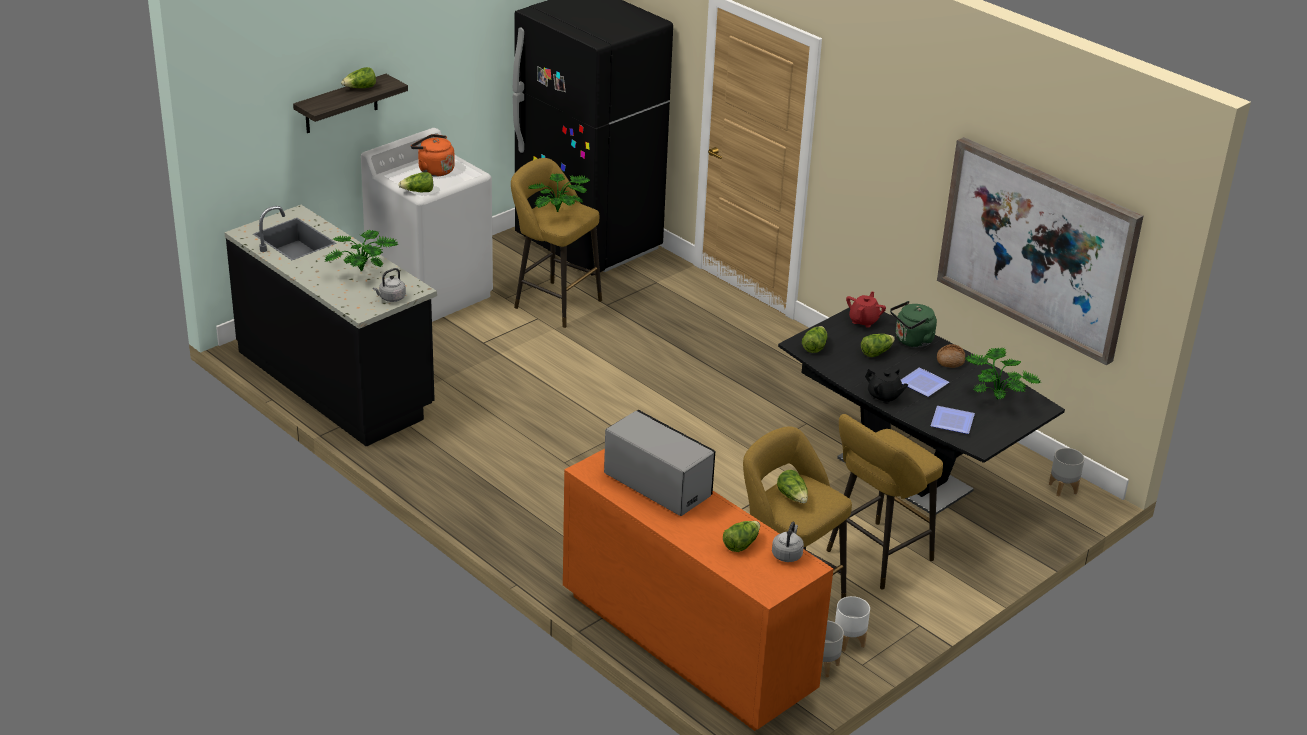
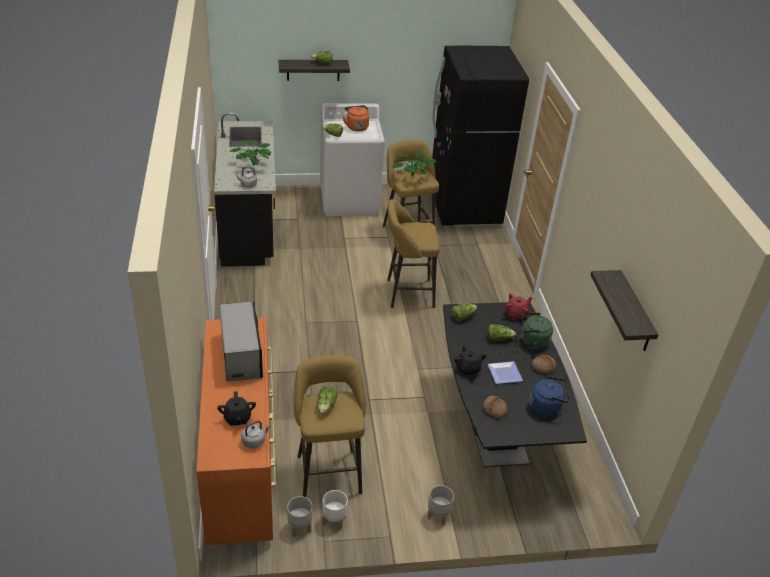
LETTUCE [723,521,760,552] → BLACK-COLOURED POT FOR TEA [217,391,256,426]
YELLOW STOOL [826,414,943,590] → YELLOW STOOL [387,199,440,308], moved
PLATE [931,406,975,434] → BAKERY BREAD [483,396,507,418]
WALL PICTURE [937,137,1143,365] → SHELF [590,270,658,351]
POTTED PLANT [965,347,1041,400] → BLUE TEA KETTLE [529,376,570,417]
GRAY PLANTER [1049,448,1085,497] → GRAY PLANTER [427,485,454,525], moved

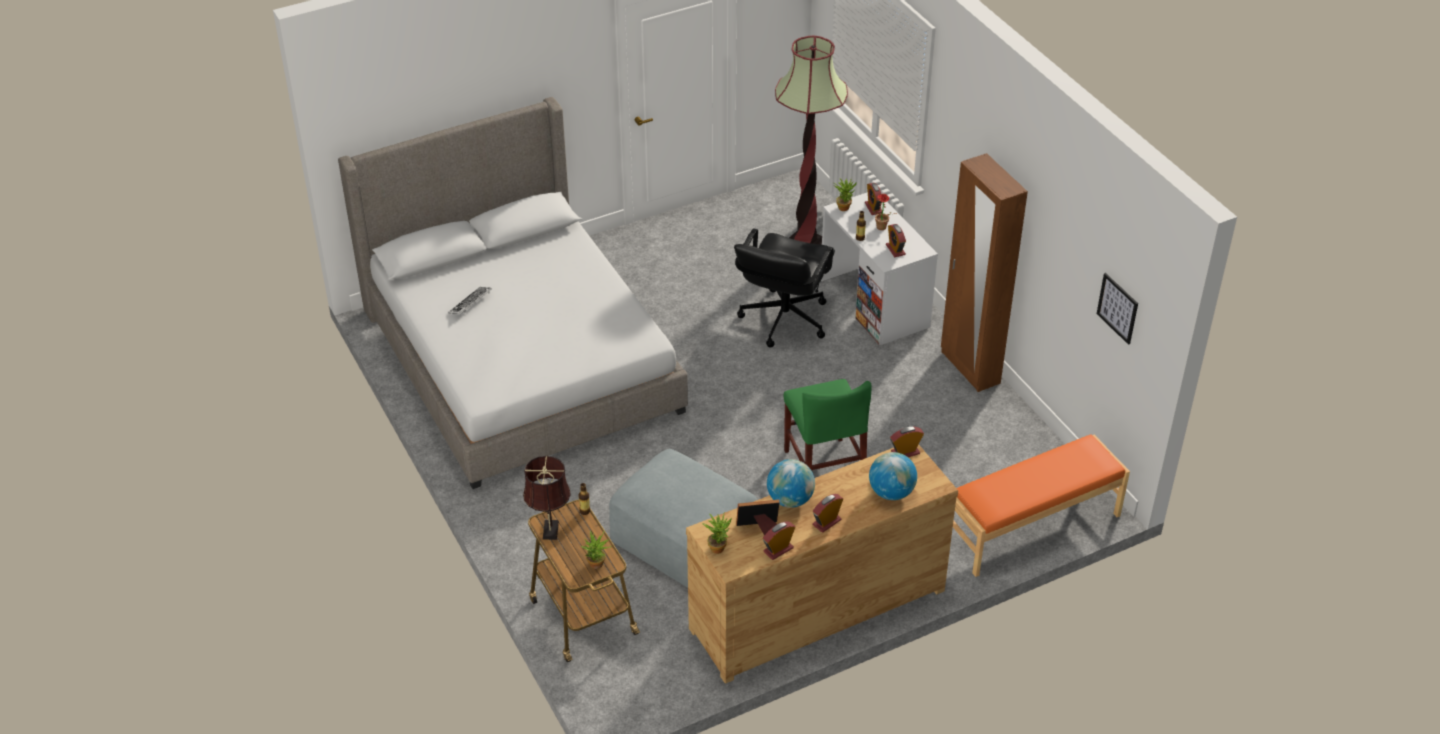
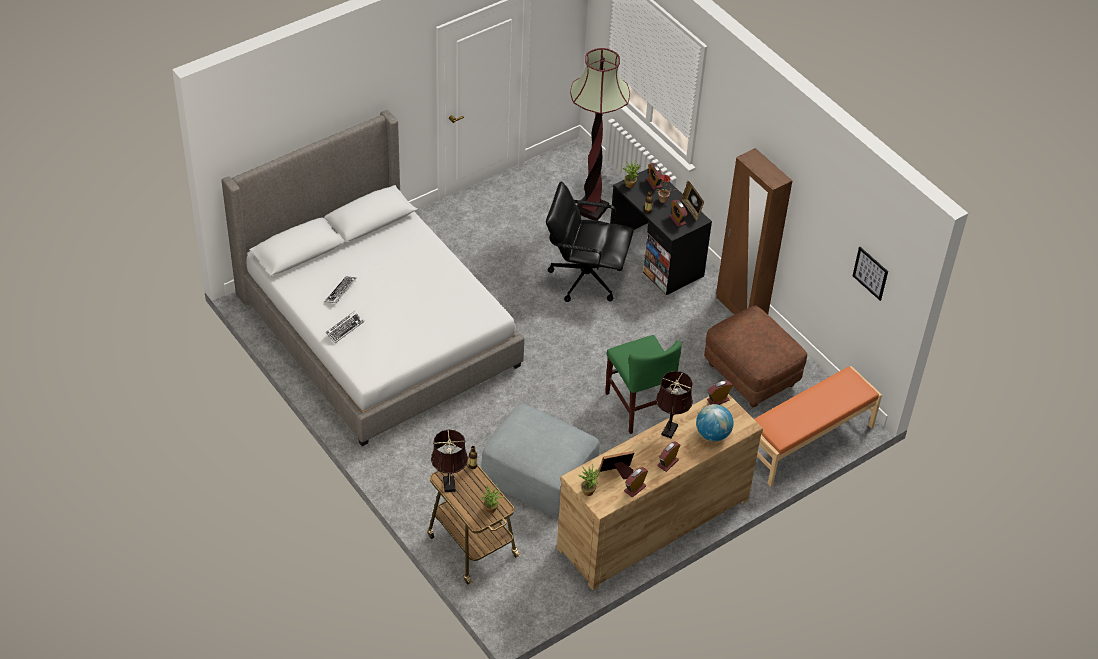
BLACK-COLOURED OFFICE CHAIR [734,228,835,347] → BLACK-COLOURED OFFICE CHAIR [546,182,634,302], 90 degrees clockwise
DESK GLOBE [767,459,815,508] → -
WHITE DESK [821,192,938,345] → BLACK-COLOURED DESK [610,168,712,295]
- → KEYBOARD [326,311,364,343]
- → BROWN-COLOURED TABLE LAMP [656,371,693,439]
- → STANDING FRAME [681,181,704,221]
- → BROWN-COLOURED OTTOMAN [704,305,807,408]

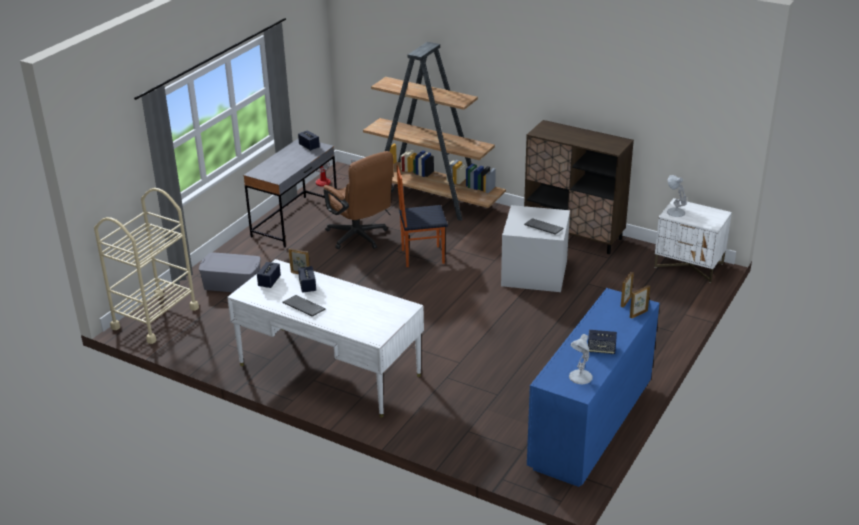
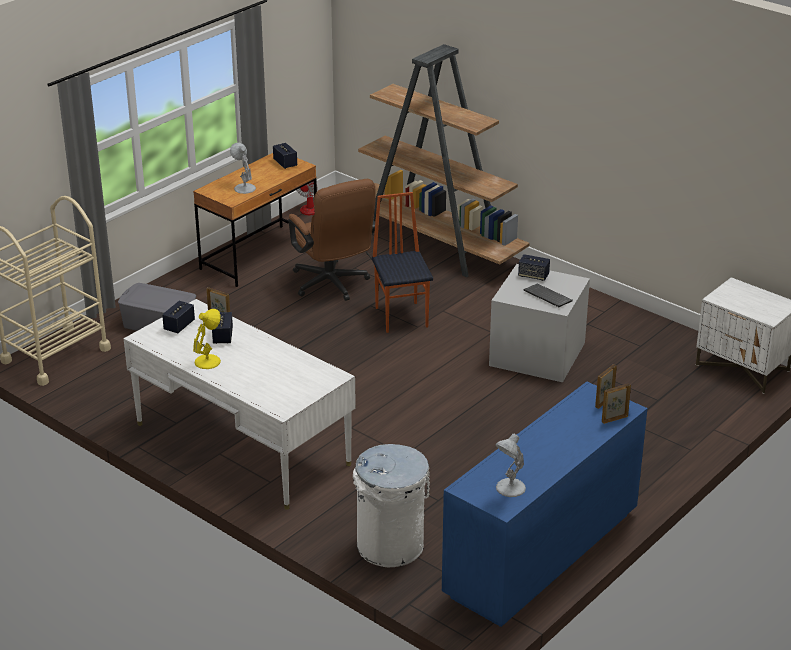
GRAY DESK [243,139,337,248] → BROWN-COLOURED DESK [193,153,317,287]
KEYBOARD [283,295,326,317] → YELLOW TABLE LAMP [193,309,221,369]
UPRIGHT CHAIR [397,165,448,267] → UPRIGHT CHAIR [372,192,433,333], 75 degrees clockwise
BROWN-COLOURED CABINET [524,120,634,254] → -
AUDIO SPEAKER [588,330,617,354] → AUDIO SPEAKER [518,254,550,281], moved
WHITE TABLE LAMP [667,175,687,217] → WHITE TABLE LAMP [230,143,256,194], moved
- → WHITE TRASH CAN [353,444,430,567]

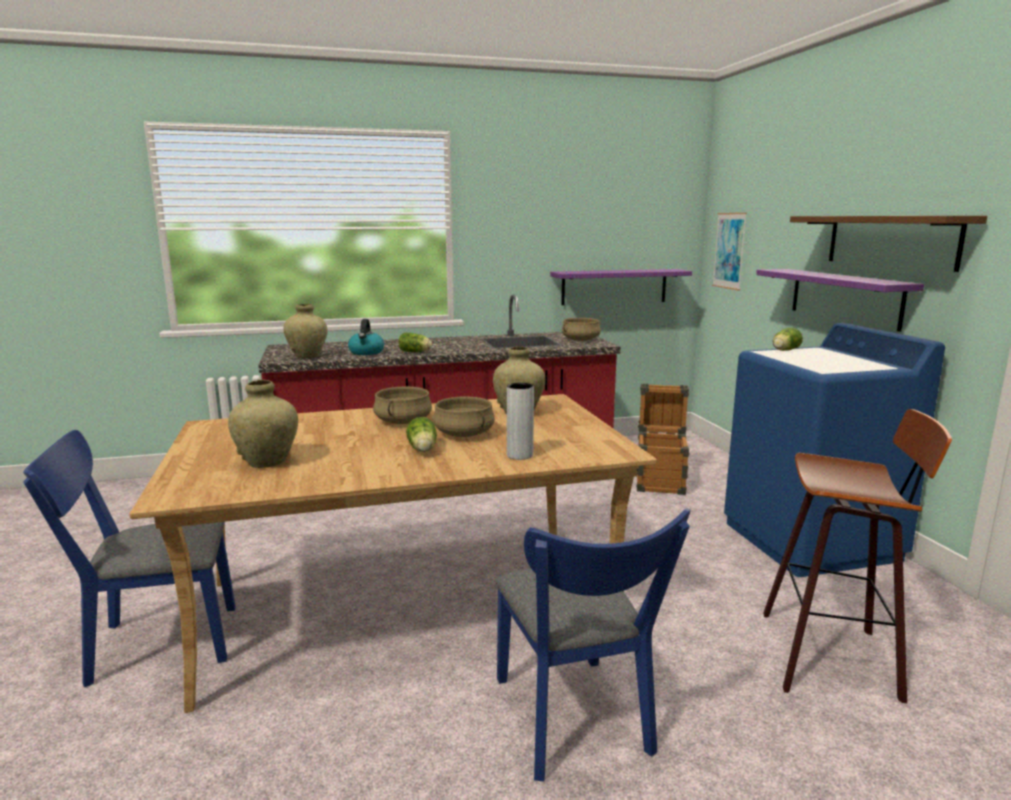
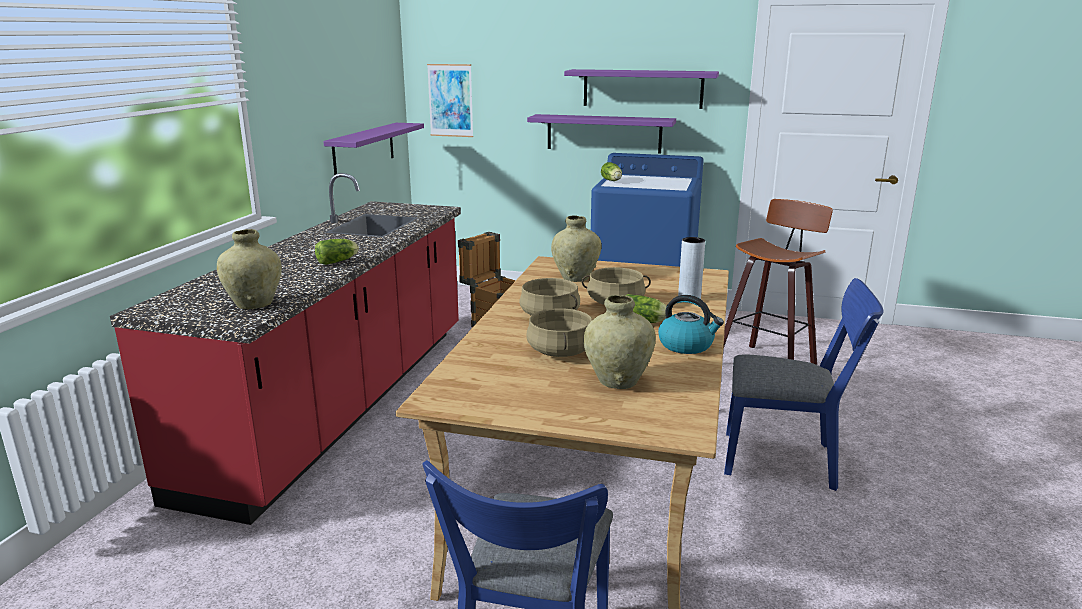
TEA KETTLE [348,319,384,355] → TEA KETTLE [658,295,724,354], moved
BEIGE-COLOURED SAUCEPOT [562,318,601,341] → BEIGE-COLOURED SAUCEPOT [527,308,592,357], moved
BROWN-COLOURED SHELF [790,216,987,272] → PURPLE SHELF [564,69,719,109]

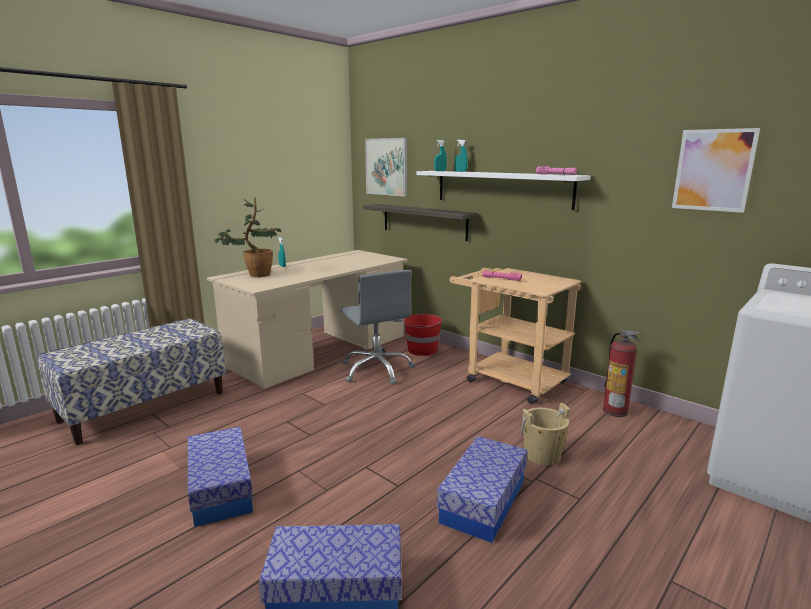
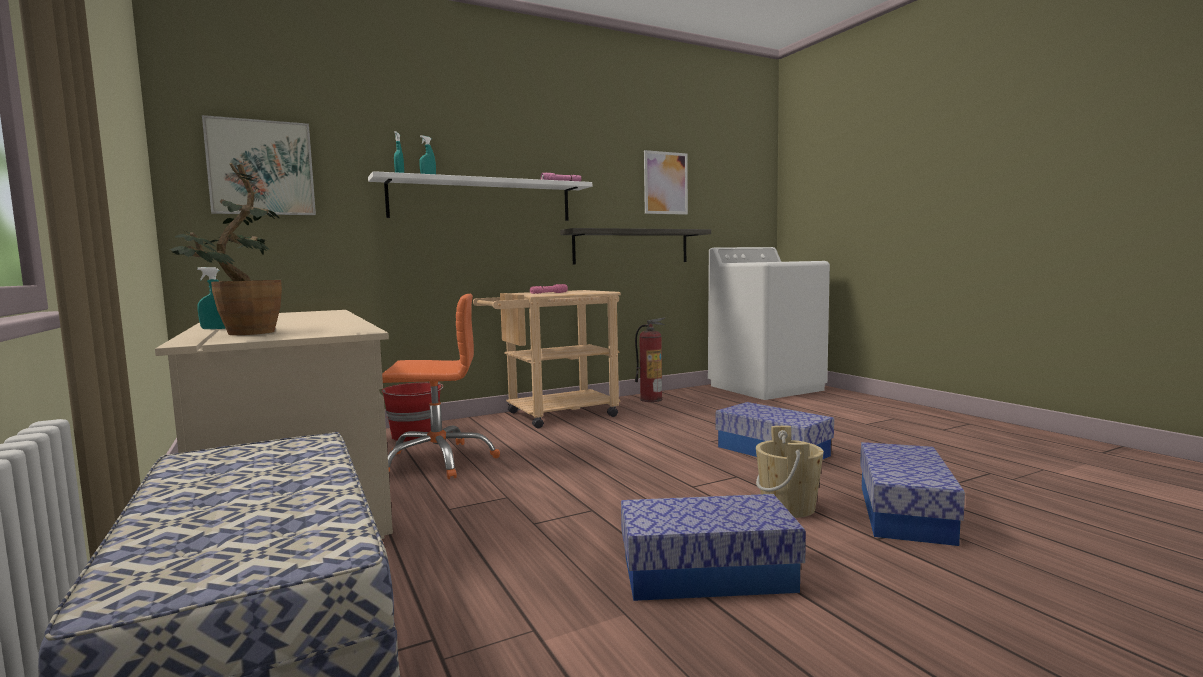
GRAY OFFICE CHAIR [341,270,415,385] → ORANGEY OFFICE CHAIR [382,294,500,479]
SHELF [363,204,478,241] → SHELF [560,228,711,264], moved
BEIGE-COLOURED PAIL [521,403,570,466] → BEIGE-COLOURED PAIL [756,426,824,518], moved

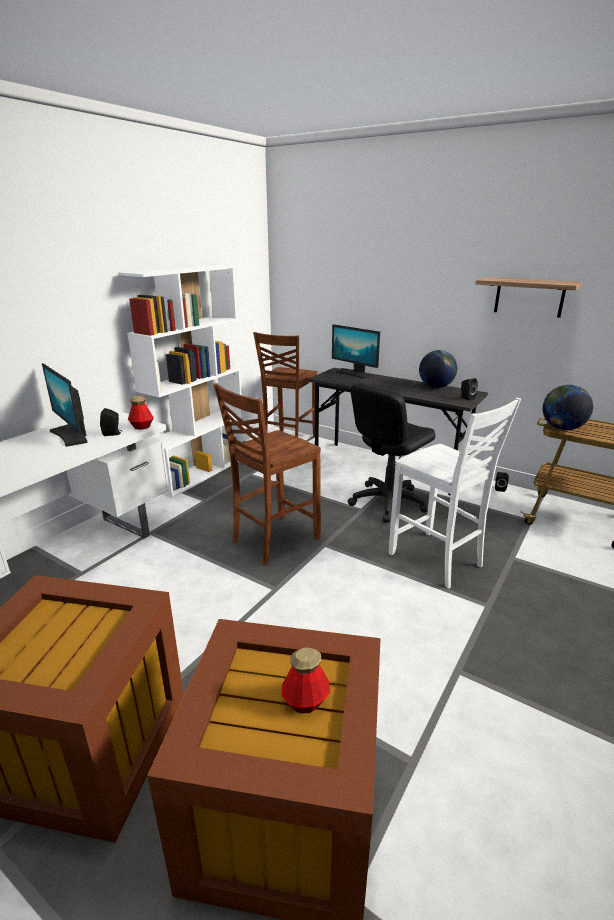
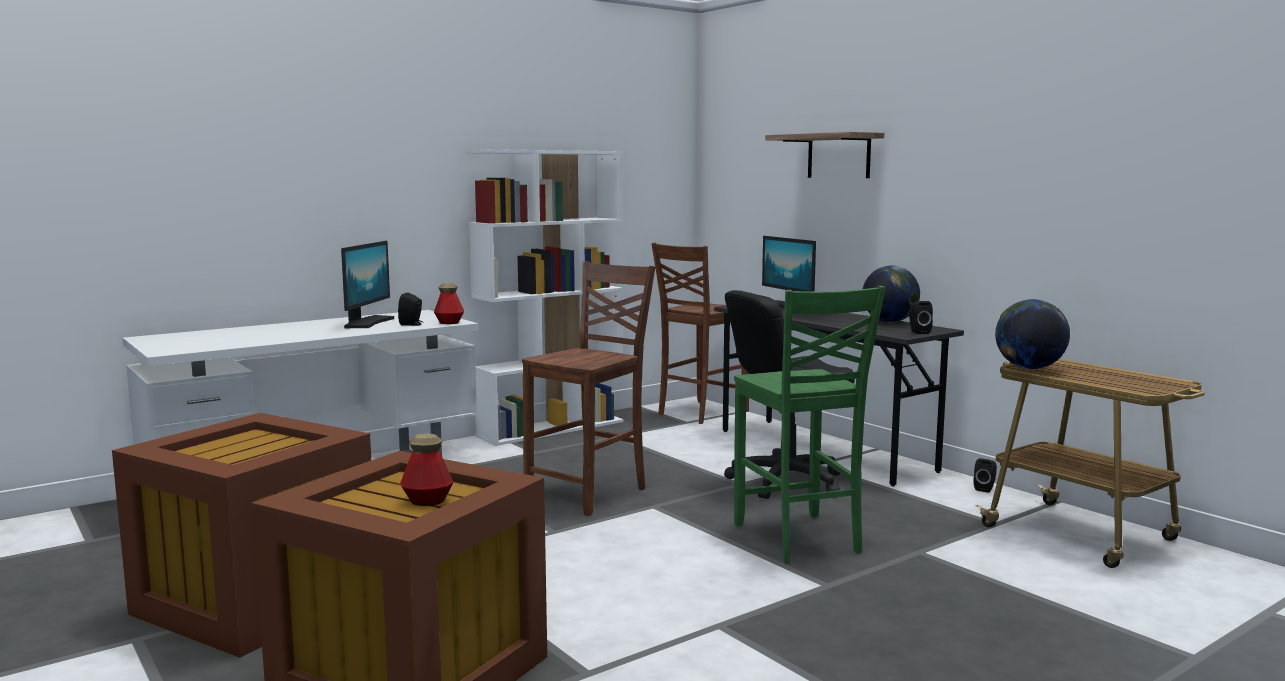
MONITOR [42,363,88,447] → MONITOR [341,241,394,328], 150 degrees counterclockwise
BROWN-COLOURED UPRIGHT CHAIR [213,383,321,564] → BROWN-COLOURED UPRIGHT CHAIR [522,261,655,516], 150 degrees clockwise
WHITE UPRIGHT CHAIR [388,398,521,589] → GREEN UPRIGHT CHAIR [734,286,886,564]
SHELF [476,277,582,318] → SHELF [765,132,884,178], moved

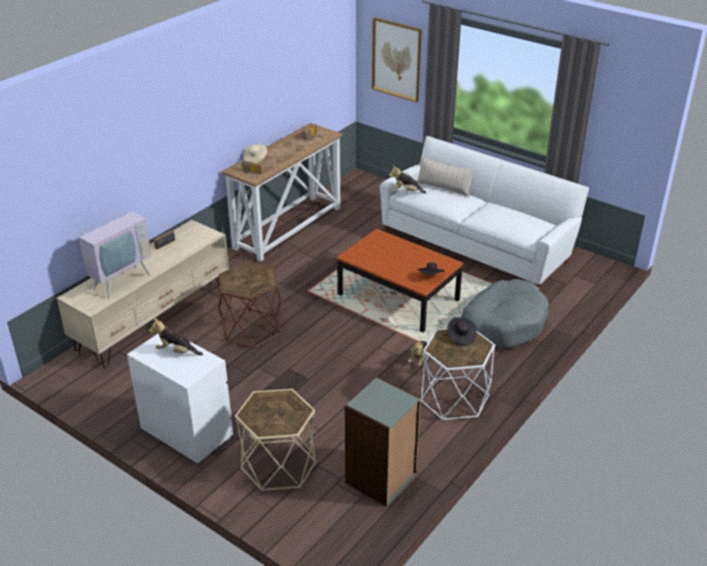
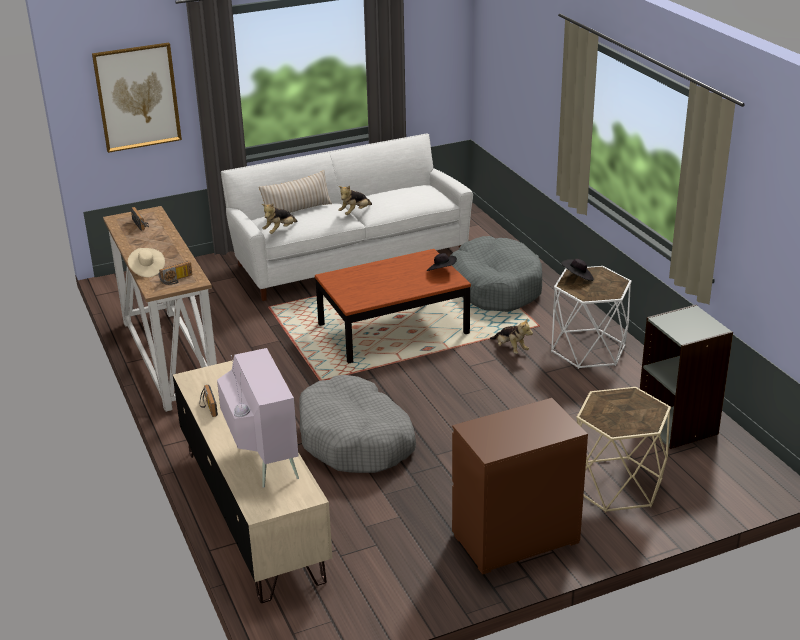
WHITE CHEST OF DRAWERS [127,334,233,465] → BROWN-COLOURED CHEST OF DRAWERS [452,398,588,575]
SOFT TOY [149,318,203,355] → SOFT TOY [338,186,372,215], moved
BROWN-COLOURED ACCENT TABLE [219,261,281,349] → GRAY PET BED [299,375,416,473]

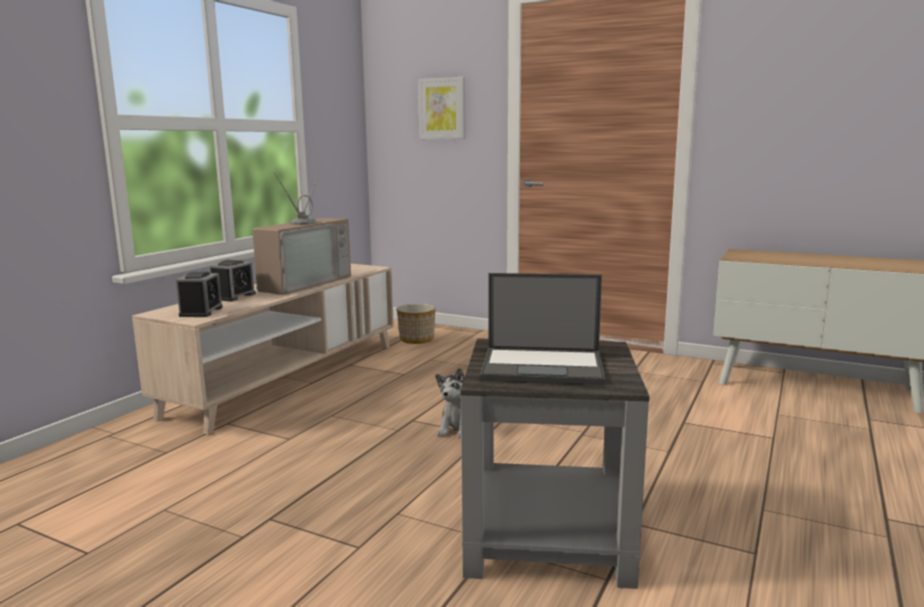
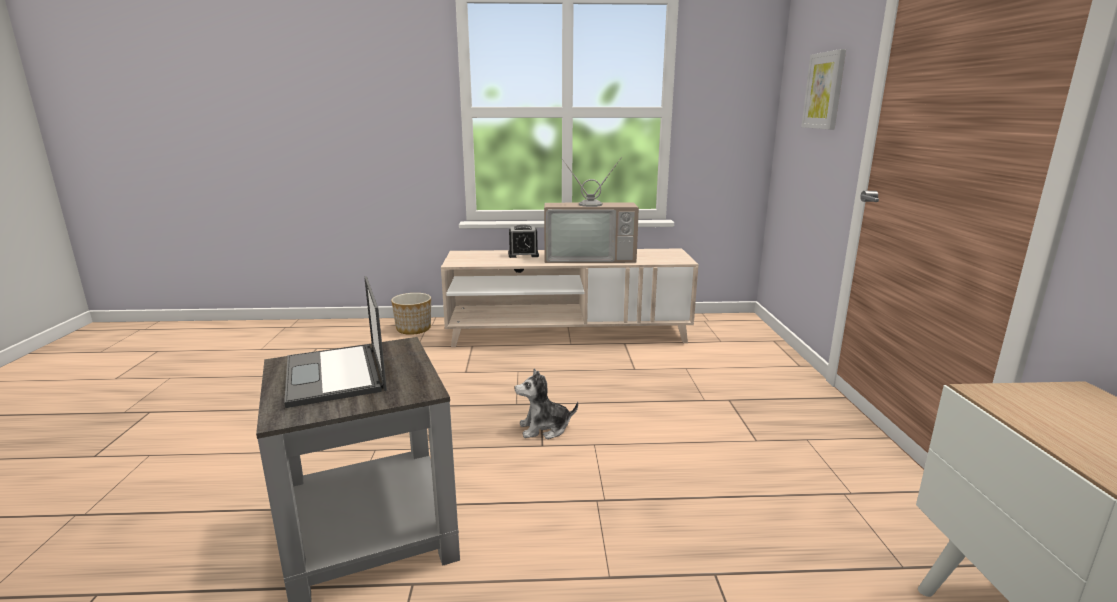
TABLE CLOCK [176,272,223,317] → -
PLANTER [397,304,436,344] → PLANTER [391,293,431,335], moved

